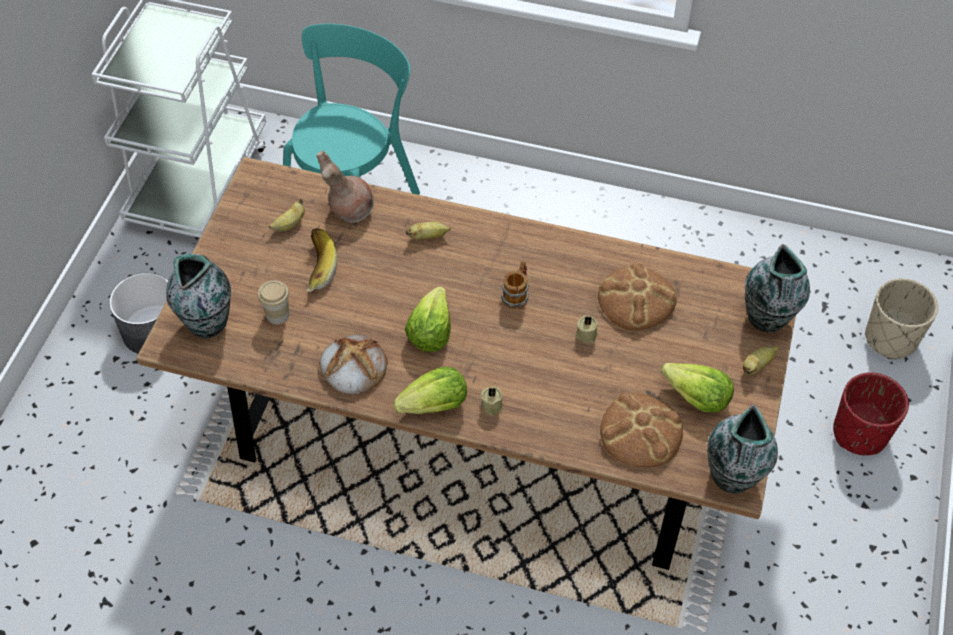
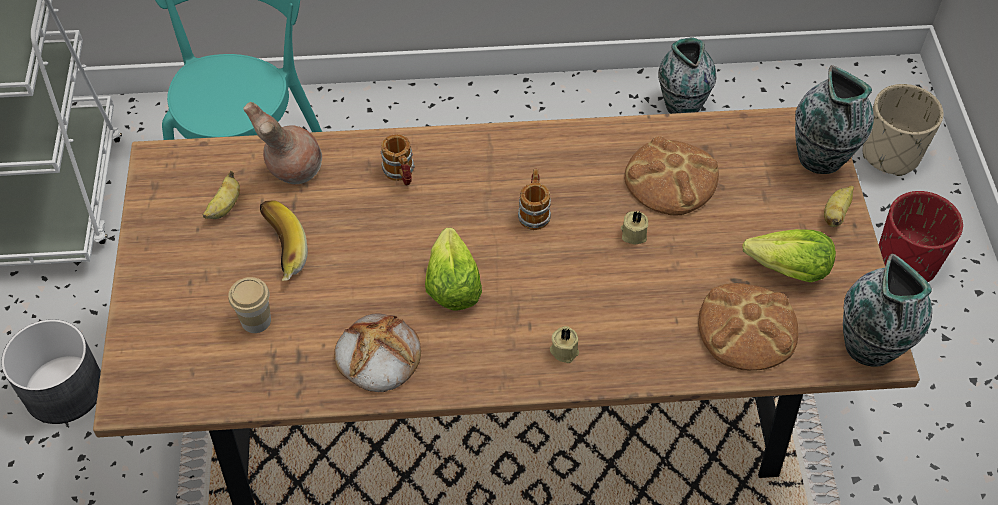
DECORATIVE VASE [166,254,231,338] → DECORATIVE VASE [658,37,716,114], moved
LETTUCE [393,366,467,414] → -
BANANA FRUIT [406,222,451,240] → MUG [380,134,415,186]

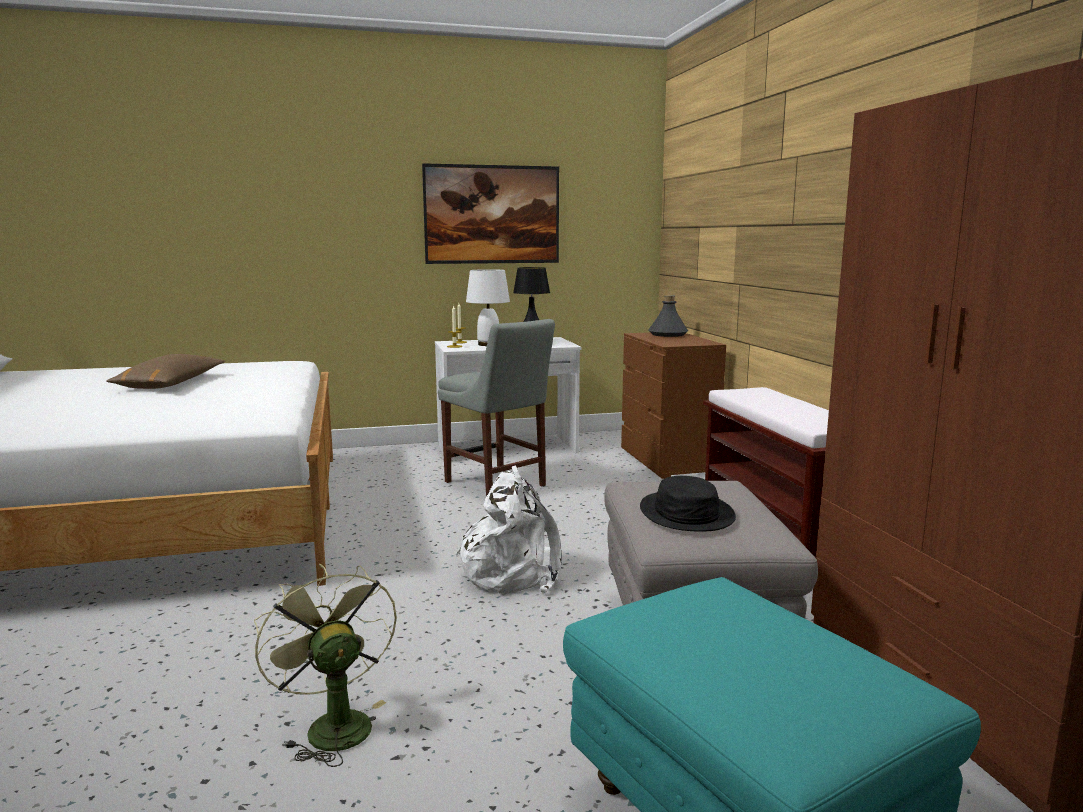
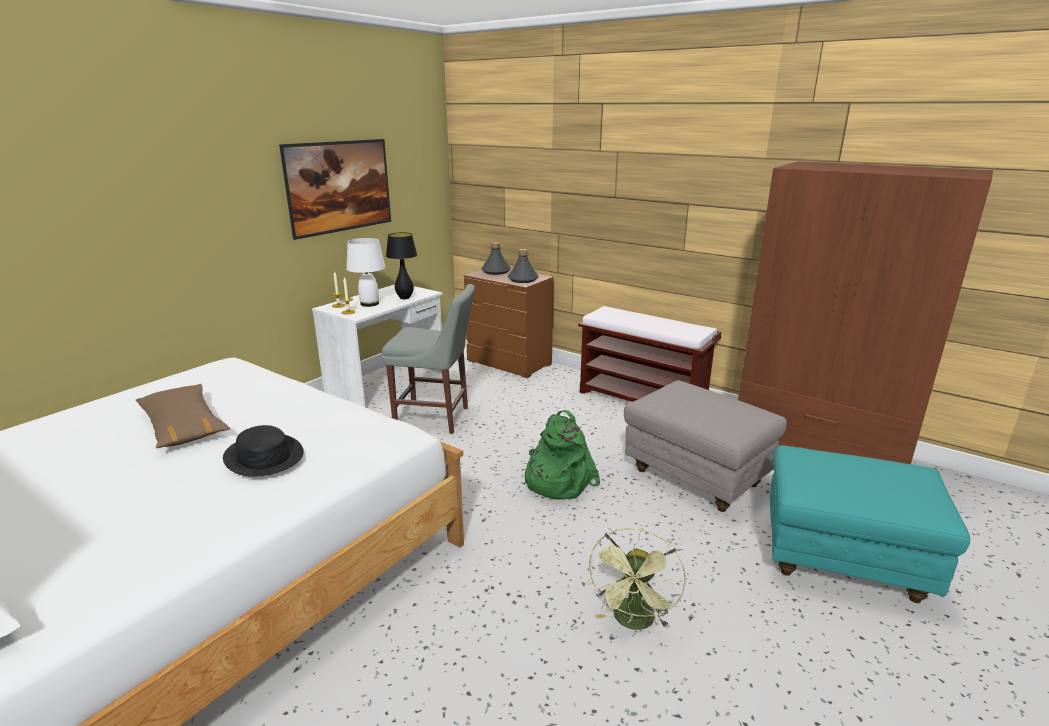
GREEN FAN [254,564,397,767] → GREEN FAN [587,528,686,630], 90 degrees counterclockwise
WHITE KNAPSACK [456,465,562,594] → GREEN KNAPSACK [524,410,600,500]
BLACK-COLOURED HAT [640,476,736,532] → BLACK-COLOURED HAT [223,425,304,477], moved
- → GRAY DRINK BOTTLE [508,249,539,283]

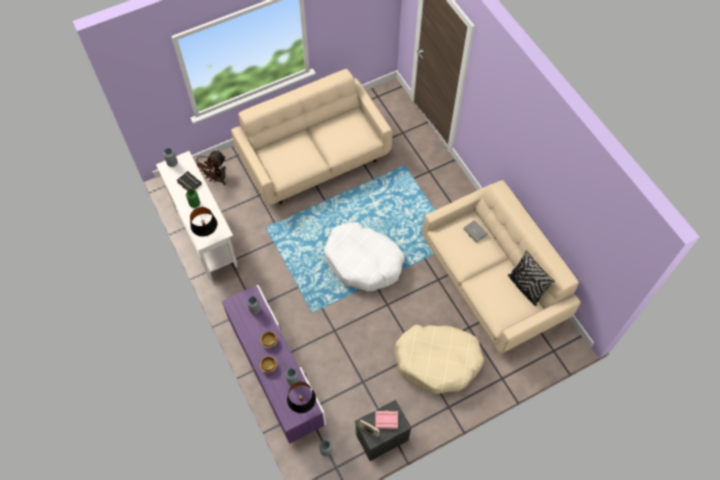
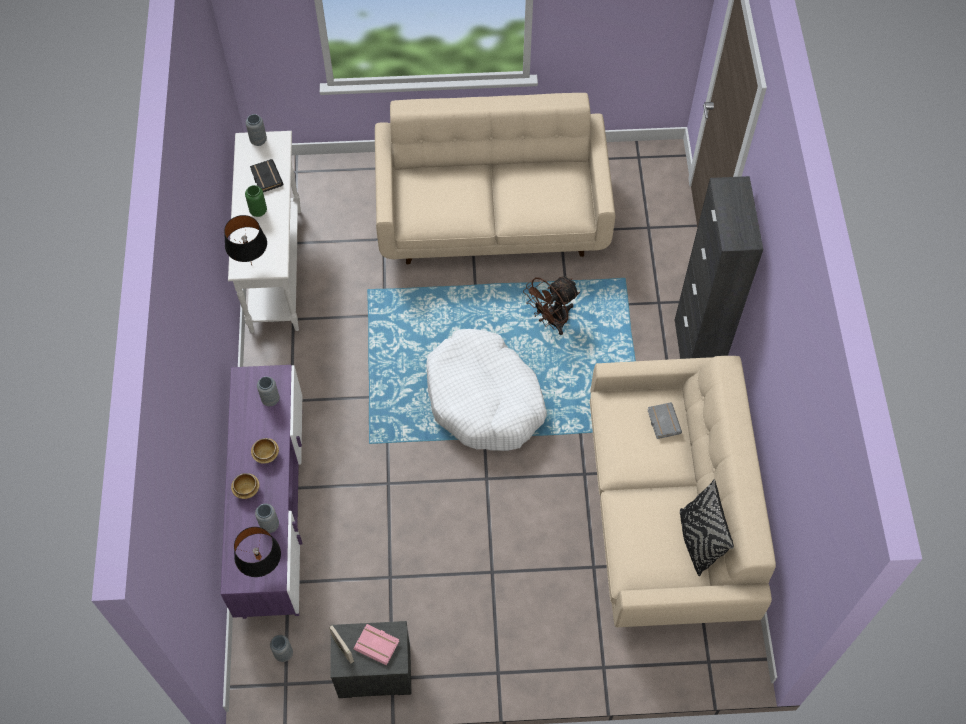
BROWN-COLOURED FAN [195,150,226,185] → BROWN-COLOURED FAN [523,276,580,335], moved
BEIGE-COLOURED PET BED [395,325,484,394] → -
- → BLACK-COLOURED CABINET [674,176,763,359]

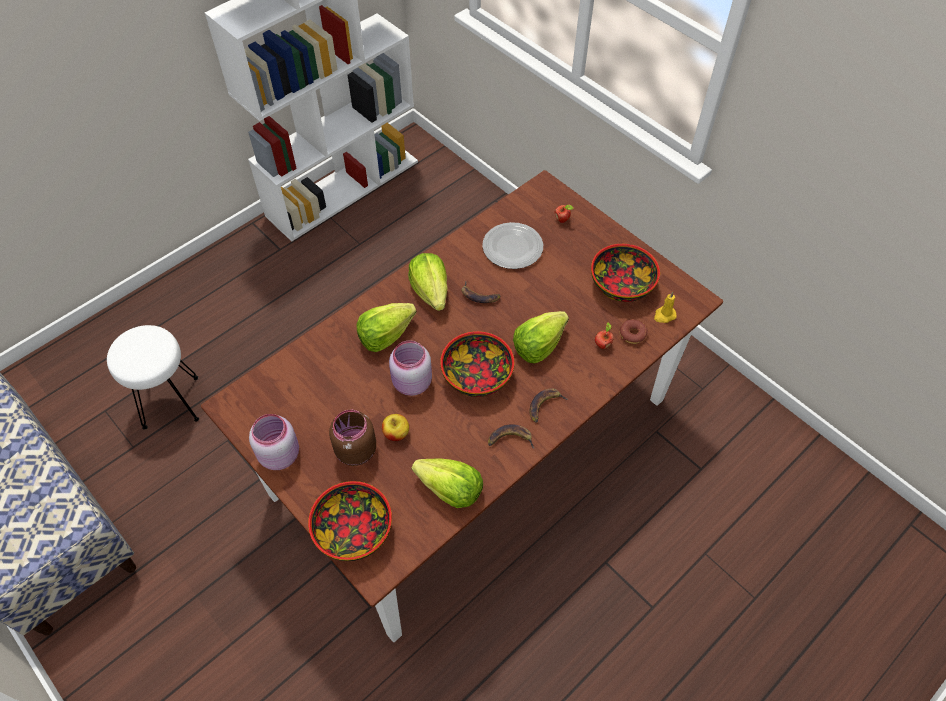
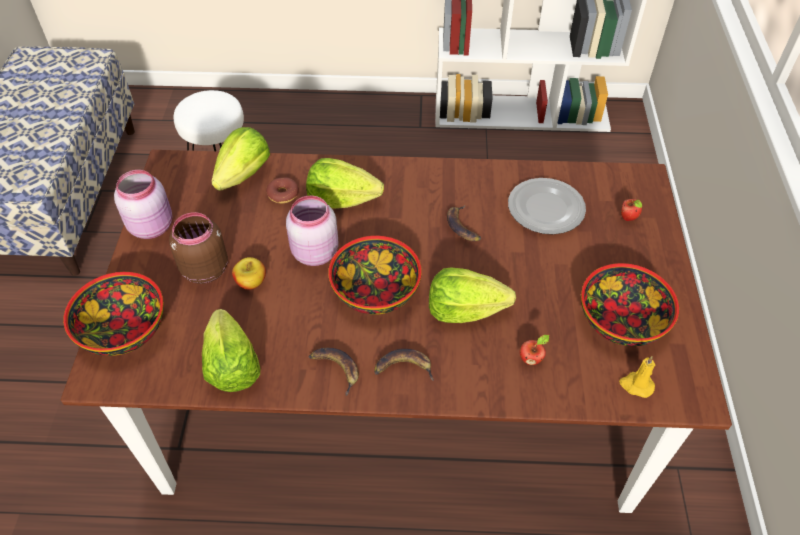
LETTUCE [408,253,447,311] → LETTUCE [211,127,270,191], moved
DOUGHNUT [620,319,648,344] → DOUGHNUT [266,177,299,204], moved

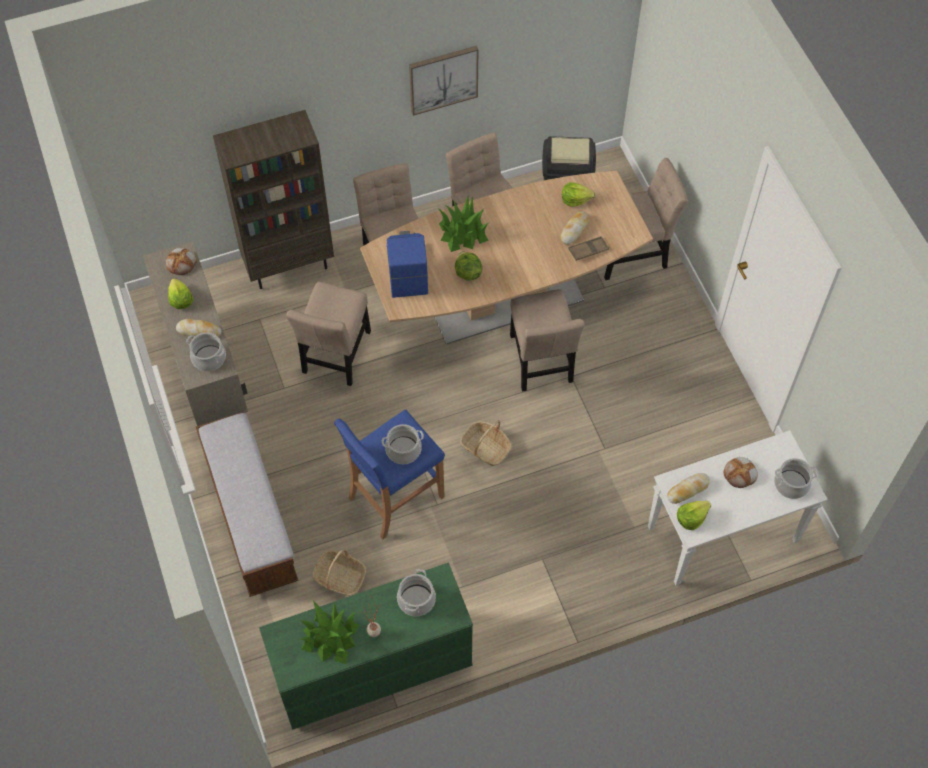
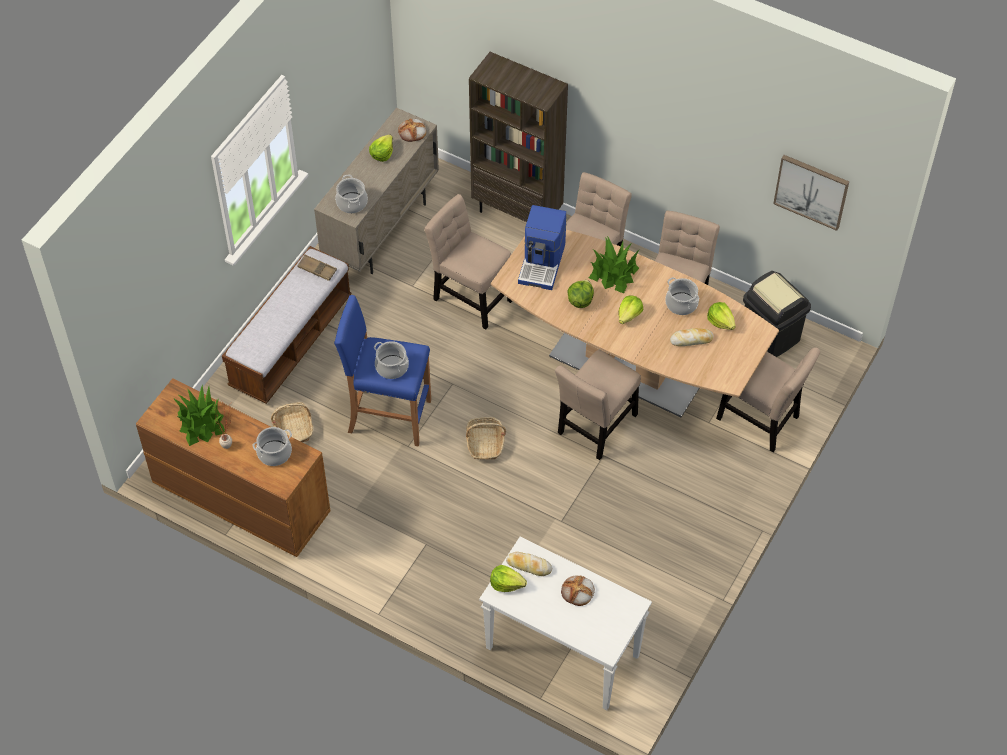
BAKERY BREAD [176,319,221,337] → -
GREEN CHEST OF DRAWERS [259,562,473,730] → BROWN-COLOURED CHEST OF DRAWERS [136,378,331,557]
BEIGE-COLOURED UPRIGHT CHAIR [286,282,371,386] → BEIGE-COLOURED UPRIGHT CHAIR [424,194,512,330], 60 degrees clockwise
COFFEE BREWER [387,231,428,298] → COFFEE BREWER [518,205,567,290], 150 degrees clockwise
WALL PICTURE [409,46,478,116] → WALL PICTURE [773,155,849,231], moved
BROWN-COLOURED SERVING TRAY [568,236,609,261] → BROWN-COLOURED SERVING TRAY [297,255,337,281], moved
SAUCEPOT [774,458,818,499] → SAUCEPOT [665,277,699,315], moved
- → LETTUCE [618,295,643,324]

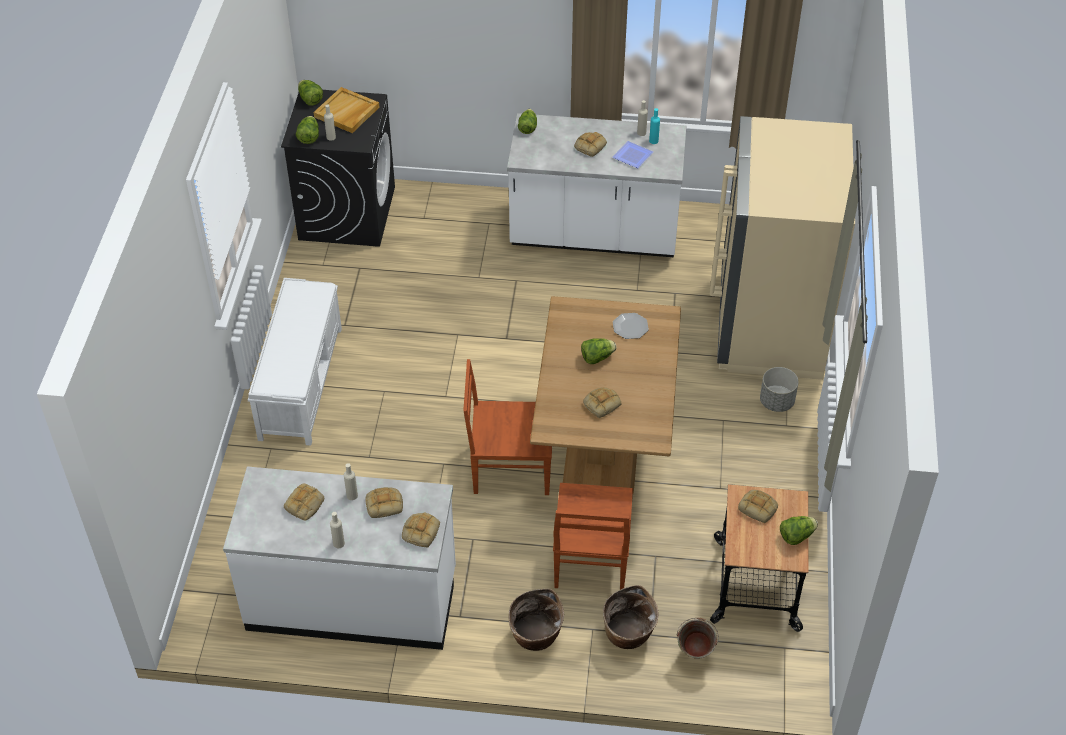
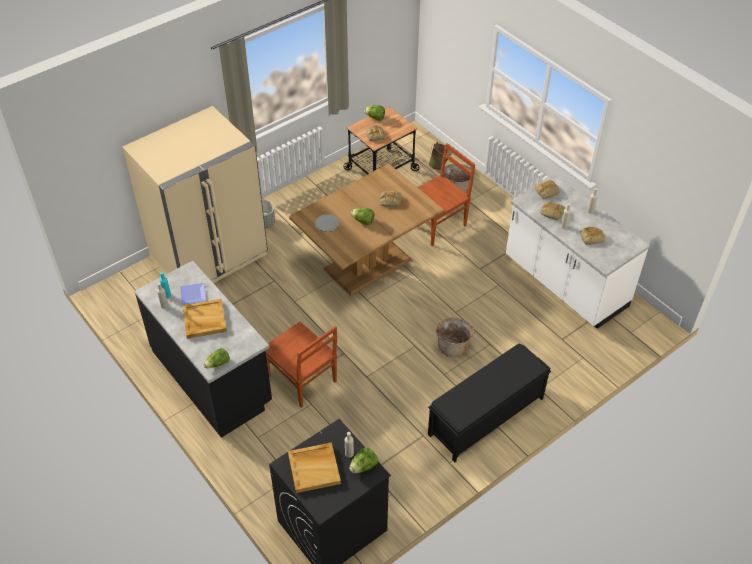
WHITE INDOOR BENCH [248,278,342,446] → BLACK-COLOURED INDOOR BENCH [428,343,551,462]
LETTUCE [298,80,323,106] → -
BROWN-COLOURED UPRIGHT CHAIR [463,359,552,495] → BROWN-COLOURED UPRIGHT CHAIR [265,322,337,408], moved
WHITE KITCHEN COUNTER [507,113,686,257] → BLACK-COLOURED KITCHEN COUNTER [134,261,272,438]
BASKET [509,589,564,651] → BASKET [436,318,475,357], moved
BAKERY BREAD [574,132,607,157] → BEIGE-COLOURED SERVING TRAY [182,299,227,339]

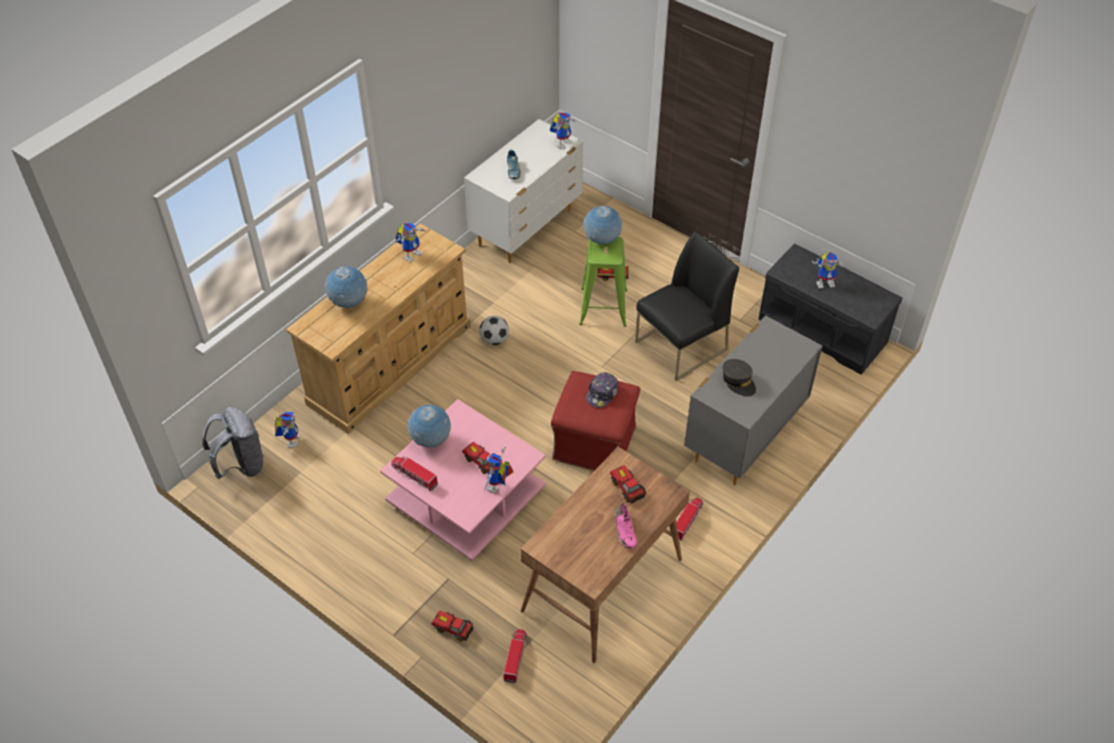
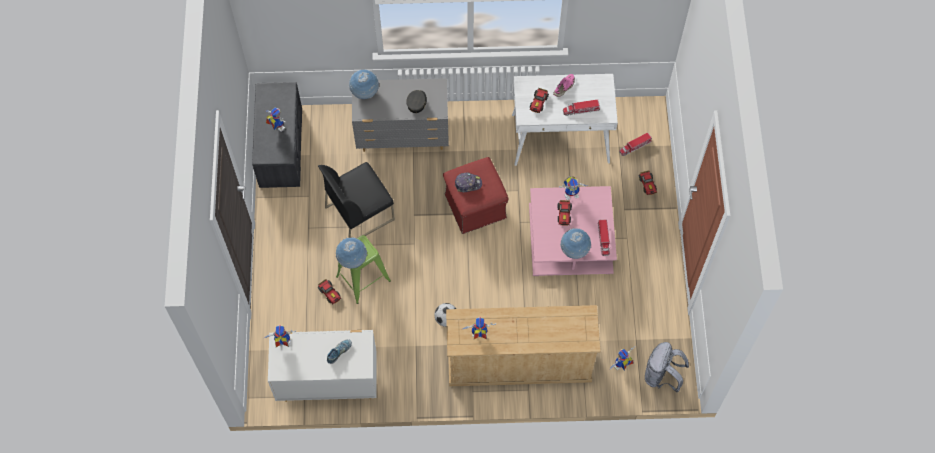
DESK GLOBE [325,266,368,308] → DESK GLOBE [349,70,379,99], moved
BROWN-COLOURED DESK [521,447,690,663] → WHITE DESK [512,74,618,166]
BLACK-COLOURED UPRIGHT CHAIR [635,231,739,381] → BLACK-COLOURED UPRIGHT CHAIR [318,162,395,238], 45 degrees counterclockwise
TOY LORRY [677,498,704,541] → TOY LORRY [563,99,600,116], moved

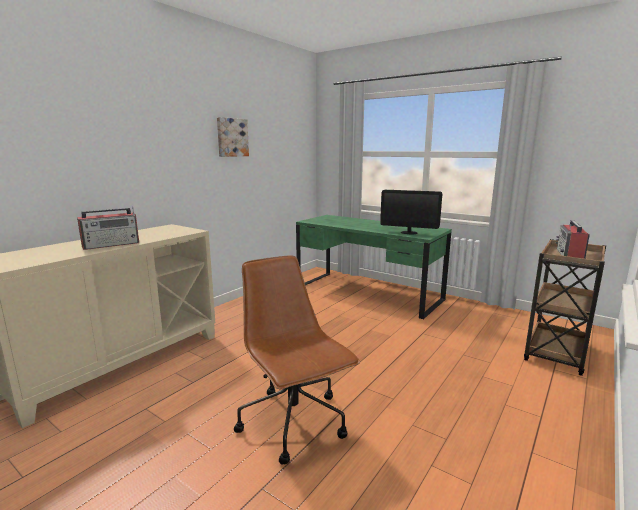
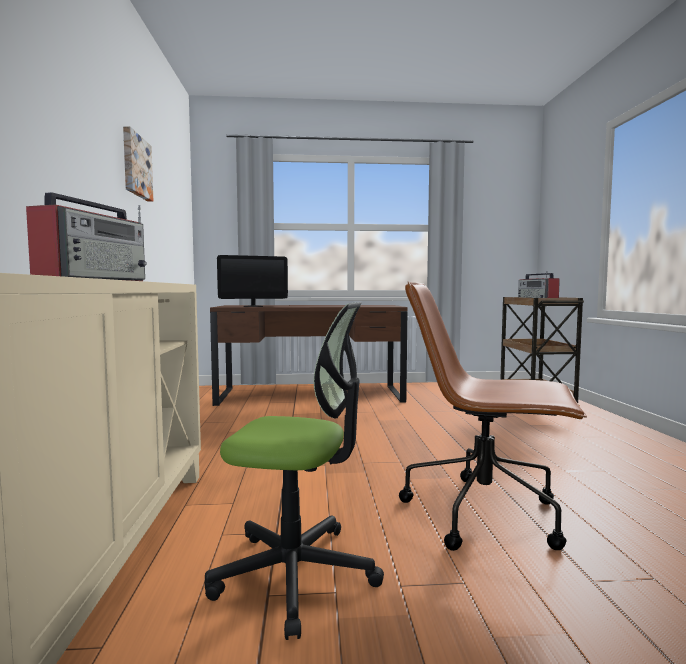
GREEN DESK [296,215,452,319] → BROWN-COLOURED DESK [210,305,408,406]
MONITOR [380,190,442,235] → MONITOR [217,255,288,307], moved
- → OFFICE CHAIR [205,302,384,640]

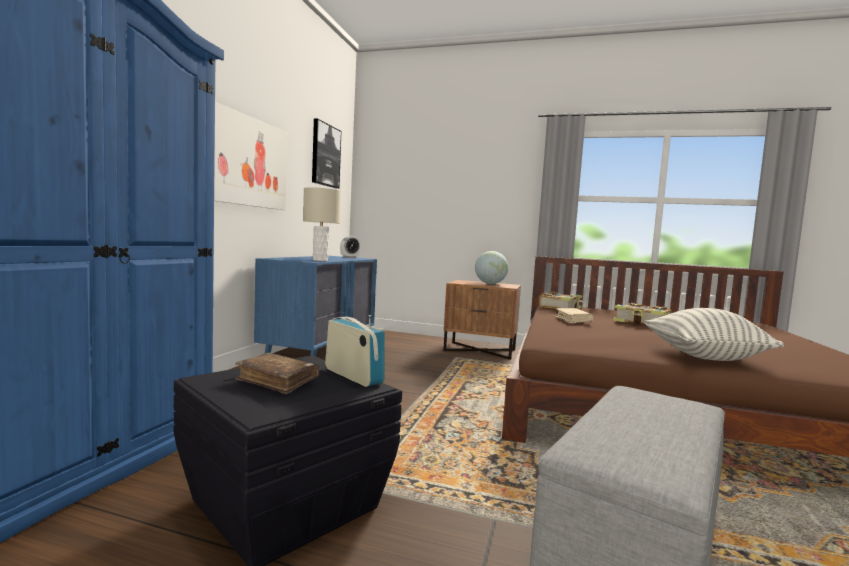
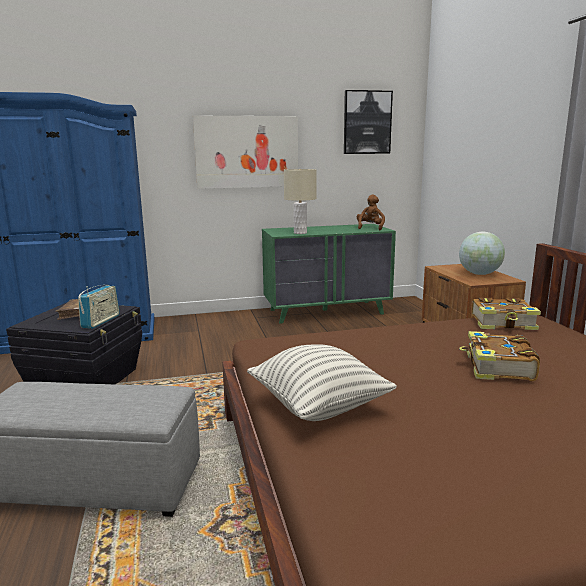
BLUE CHEST OF DRAWERS [254,256,377,357] → GREEN CHEST OF DRAWERS [262,224,396,324]
TABLE CLOCK [340,236,360,258] → BROWN-COLOURED SOFT TOY [357,195,385,230]
BEIGE-COLOURED VOLUME [555,308,593,324] → -

